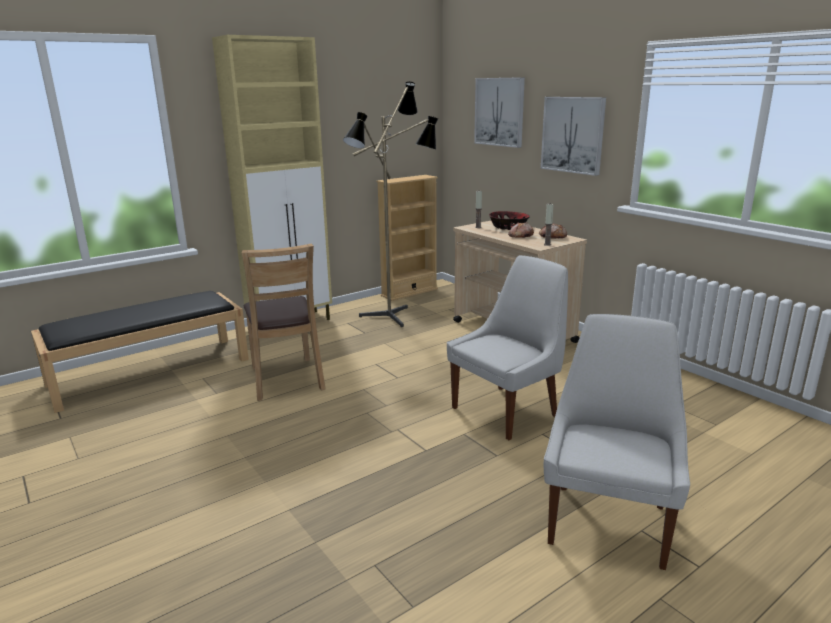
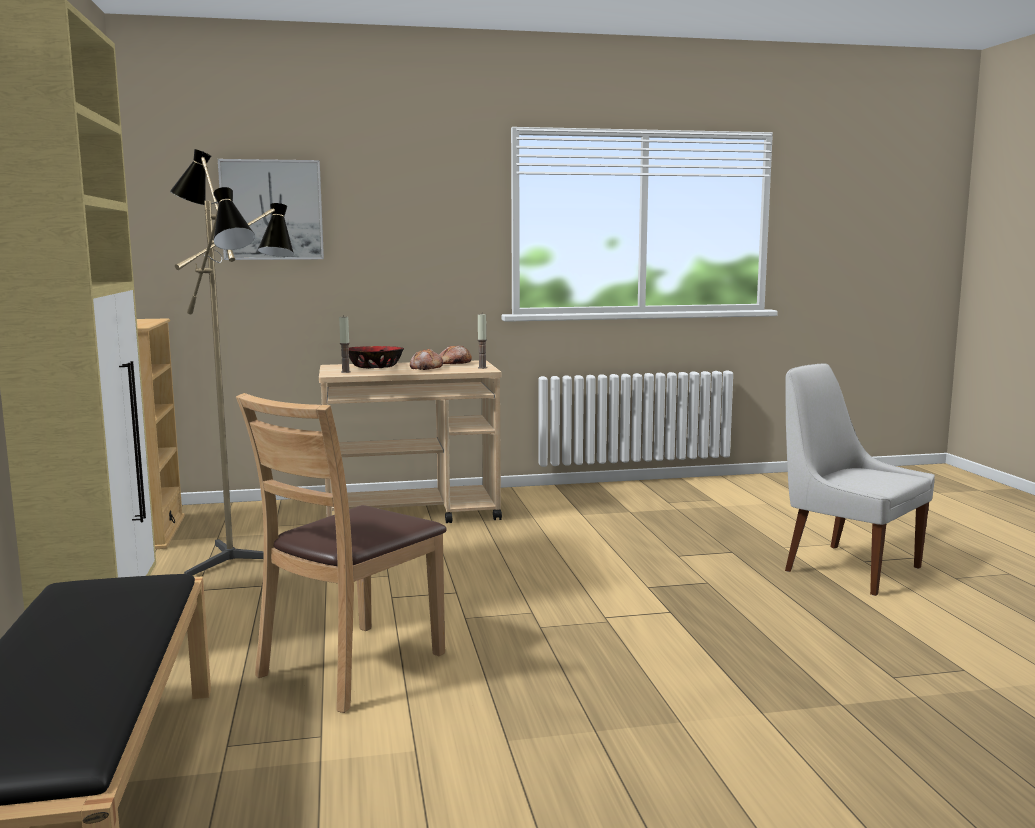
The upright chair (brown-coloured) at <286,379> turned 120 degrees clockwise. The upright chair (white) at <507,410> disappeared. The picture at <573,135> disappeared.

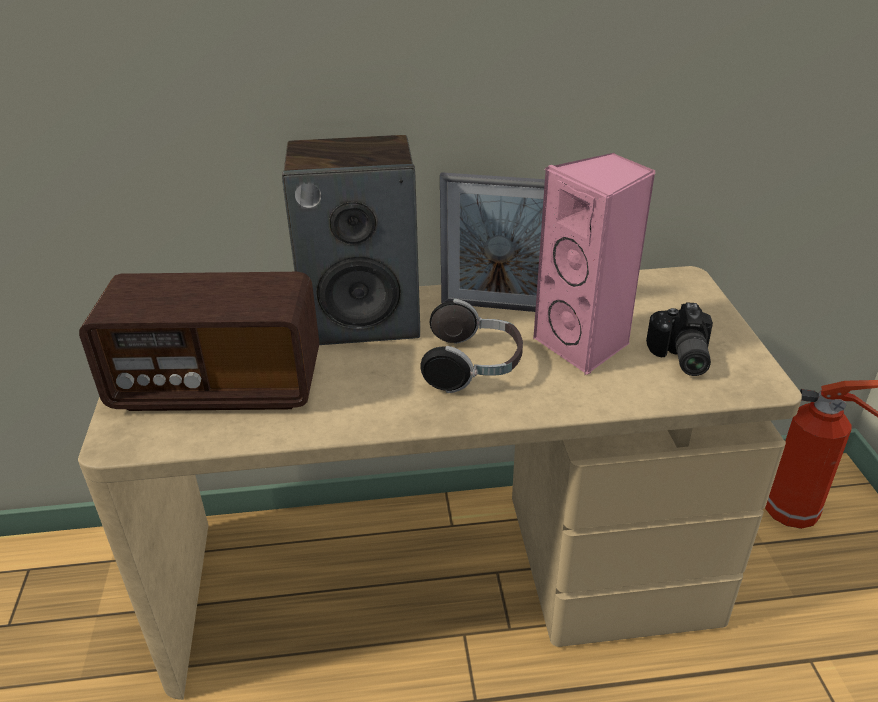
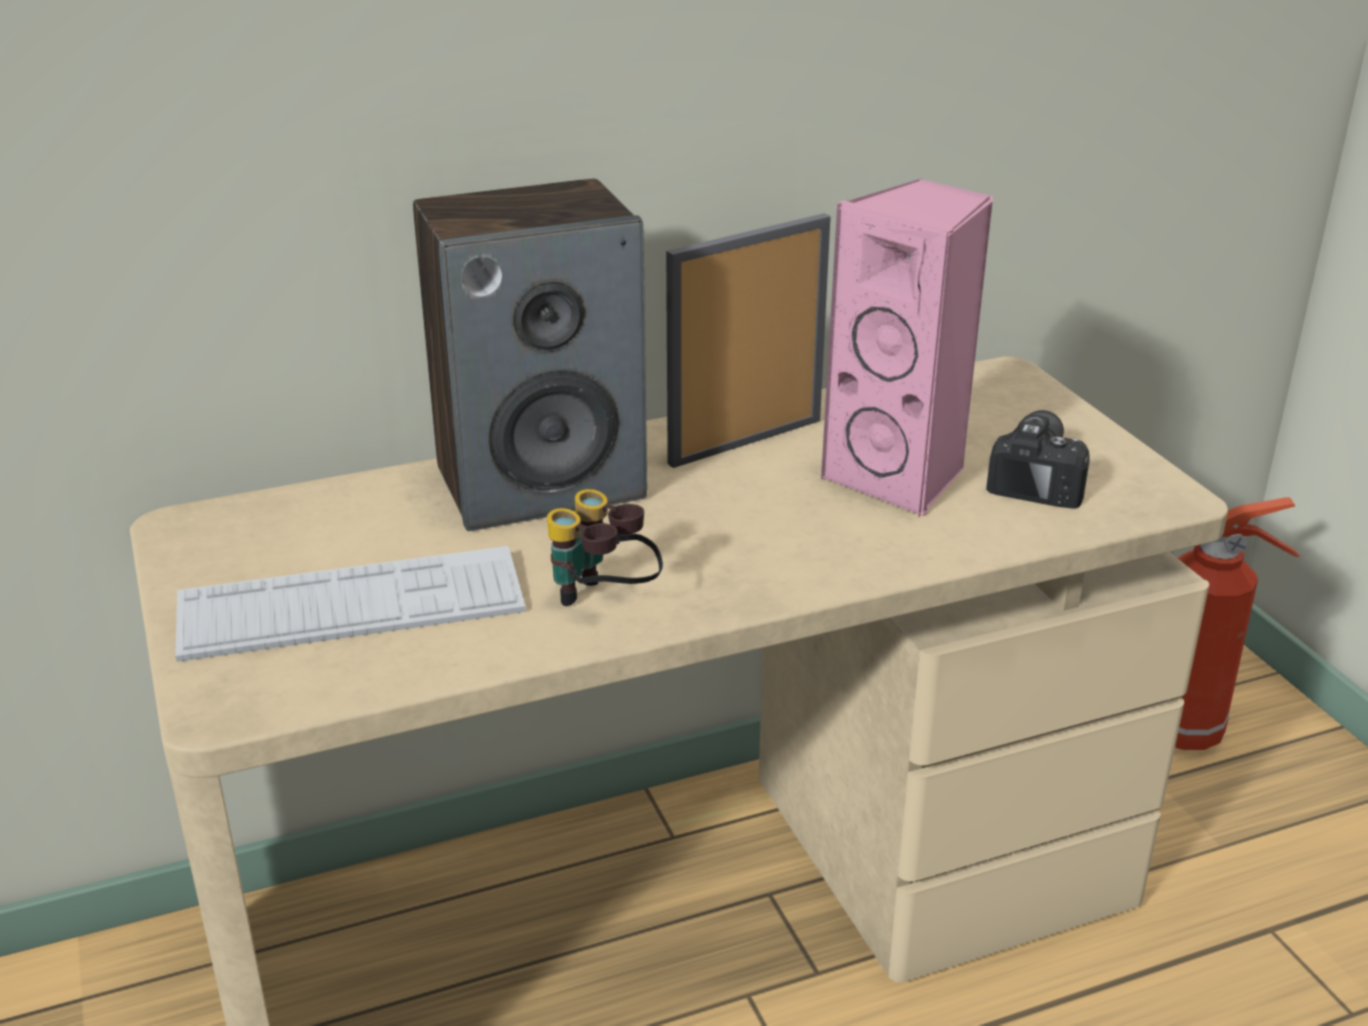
The radio at <218,386> was replaced by the PC keyboard at <351,606>. The headset at <473,366> disappeared. The photo frame at <497,306> turned 150 degrees clockwise. The still camera at <679,357> turned 150 degrees counterclockwise. The pair of binoculars at <603,603> appeared.

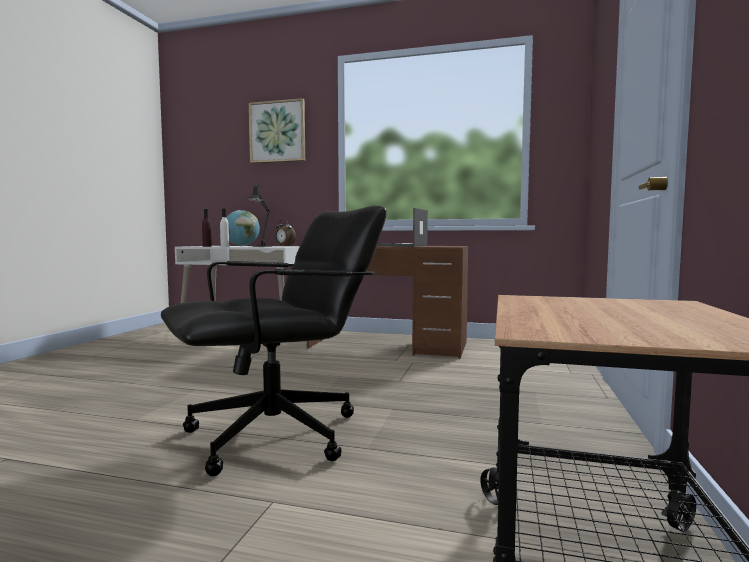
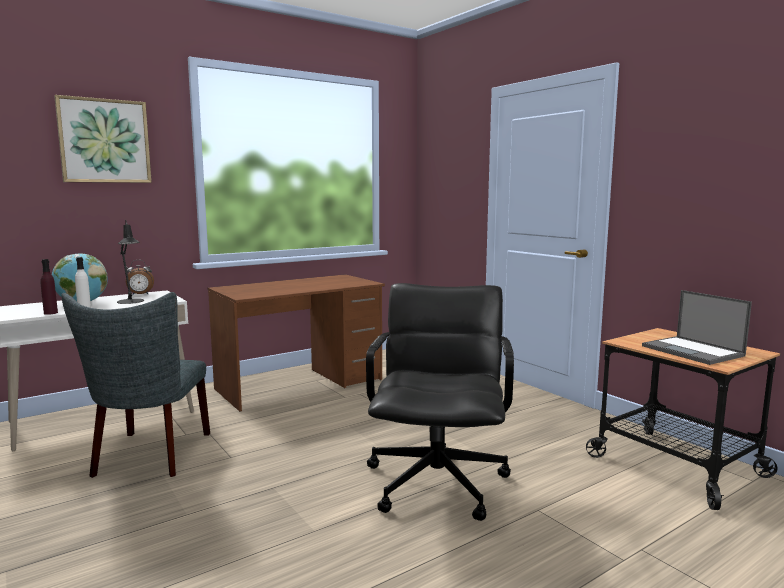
The laptop moved from <402,246> to <693,351>. The upright chair (gray) at <149,457> appeared.

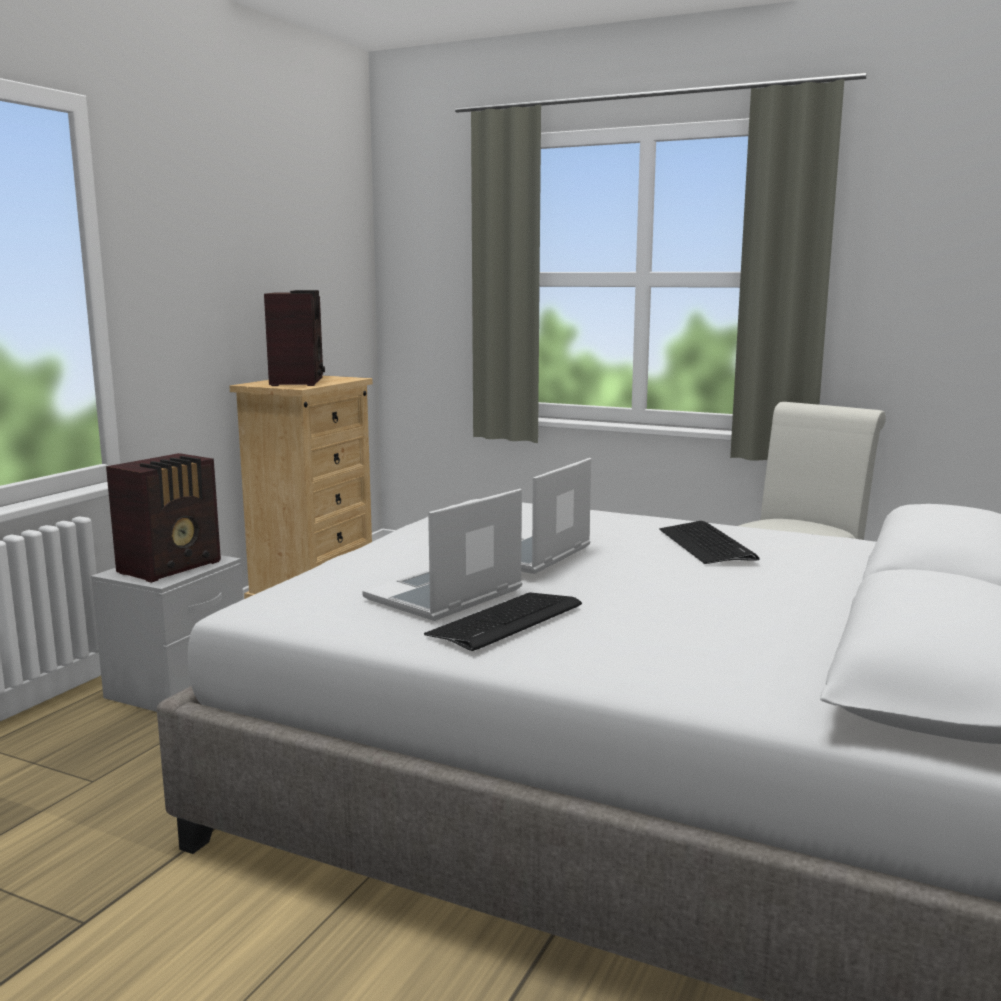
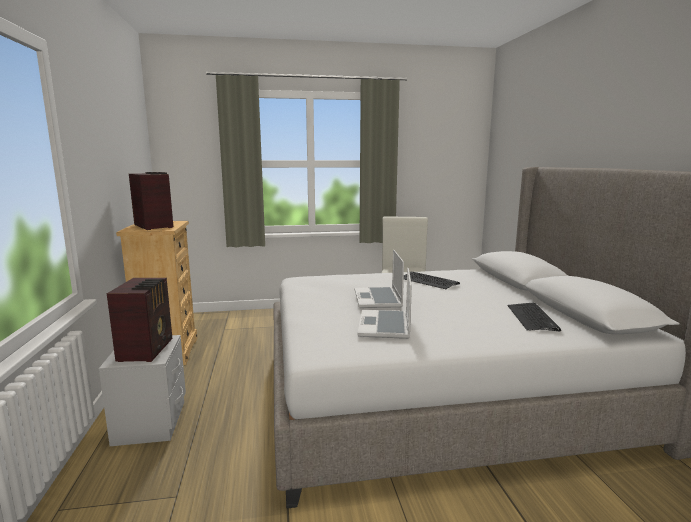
The PC keyboard moved from <506,622> to <532,318>.

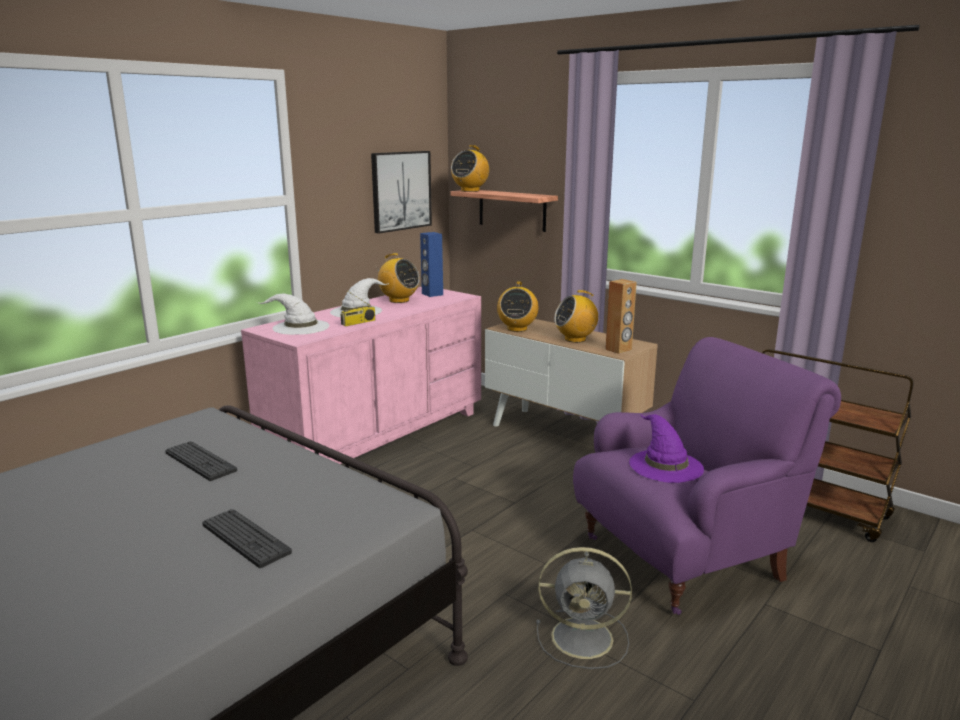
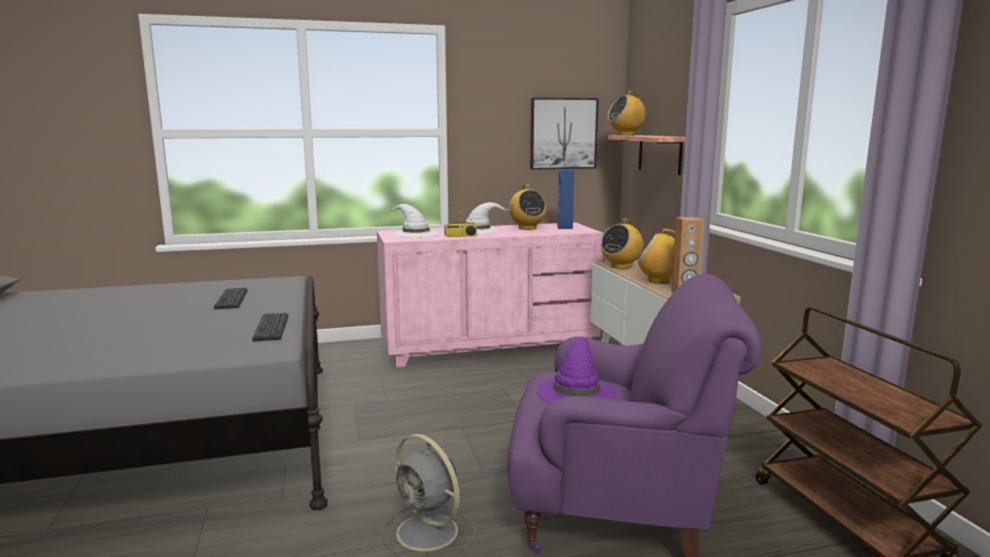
The PC keyboard moved from <245,538> to <271,328>.

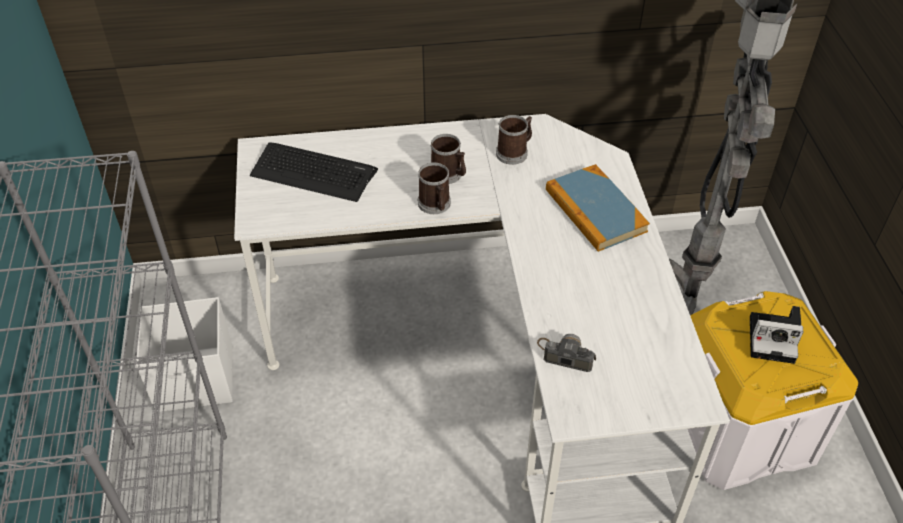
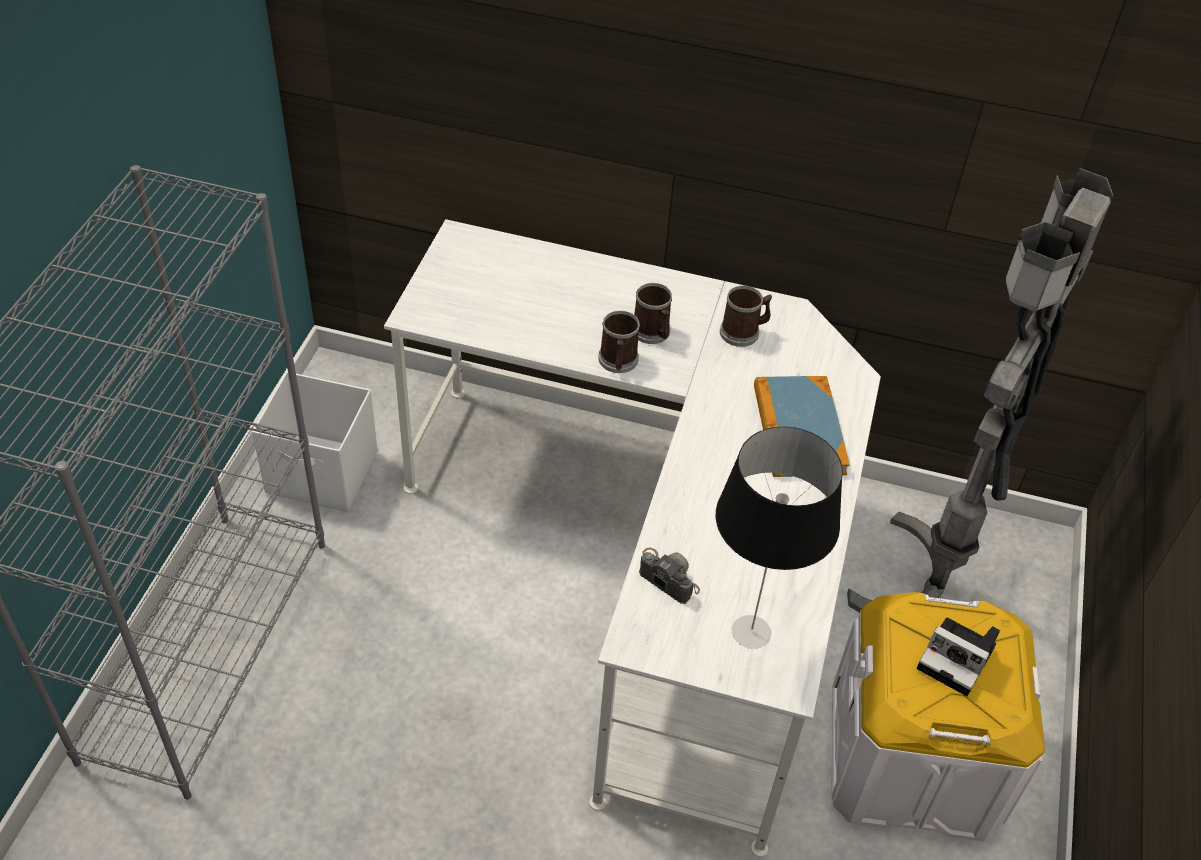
The PC keyboard at <313,172> disappeared. The lamp for a table at <749,631> appeared.

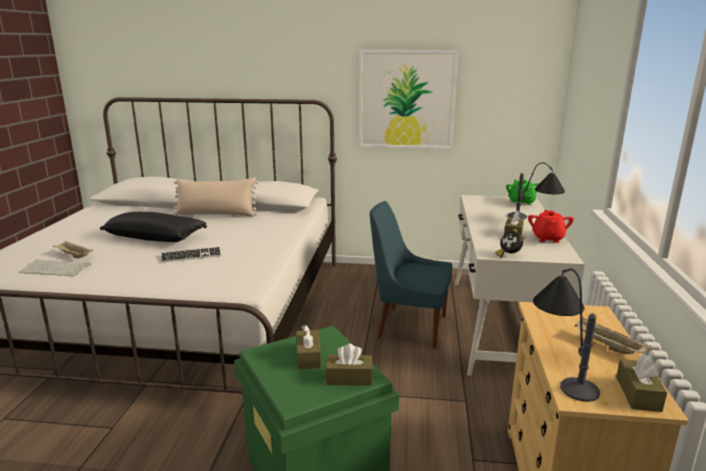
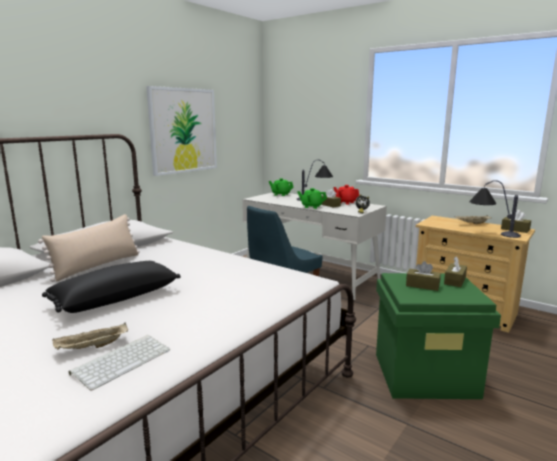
The PC keyboard at <191,256> disappeared. The teapot (green) at <311,207> appeared.

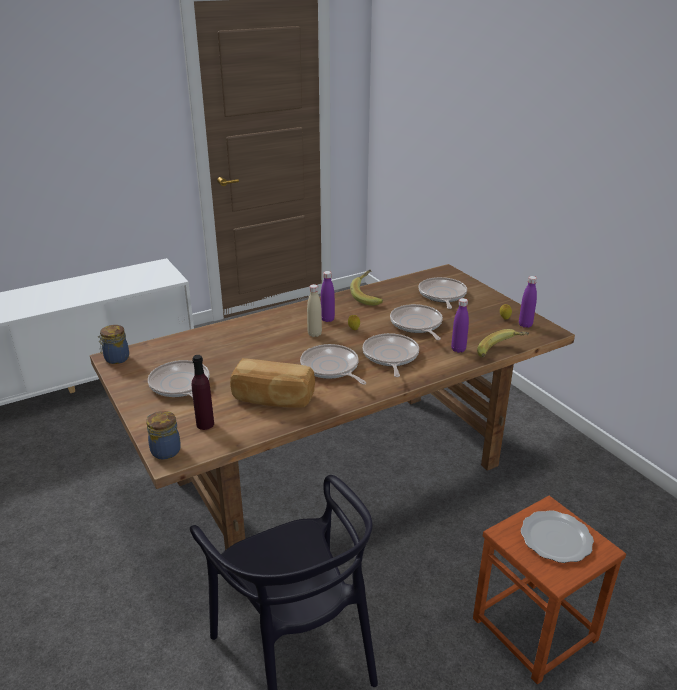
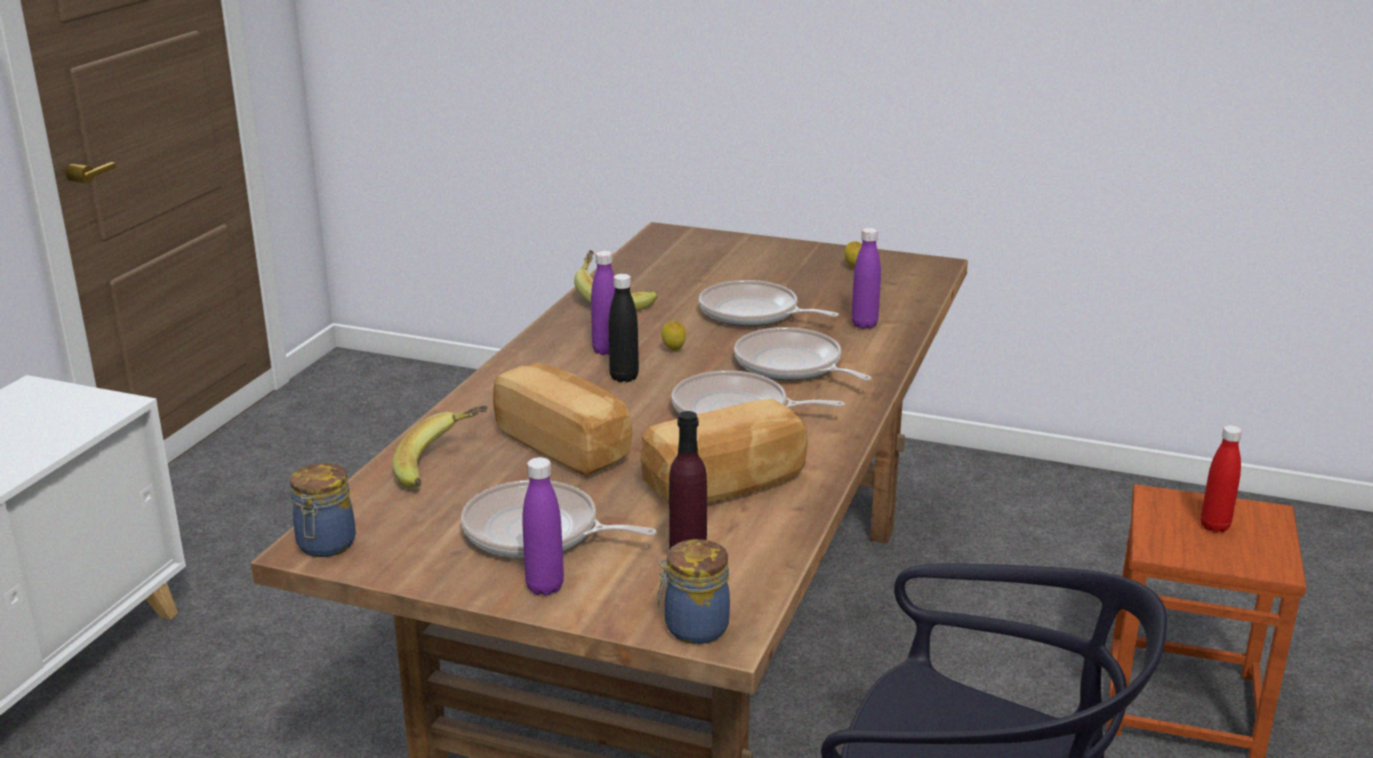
The drink bottle (sand-coloured) at <314,334> became the drink bottle (blackish) at <624,377>. The pan at <442,295> disappeared. The banana moved from <501,353> to <443,468>. The drink bottle (purple) moved from <525,325> to <545,587>. The dinner plate at <557,539> was replaced by the drink bottle (reddish) at <1214,526>. The bread at <565,445> appeared.

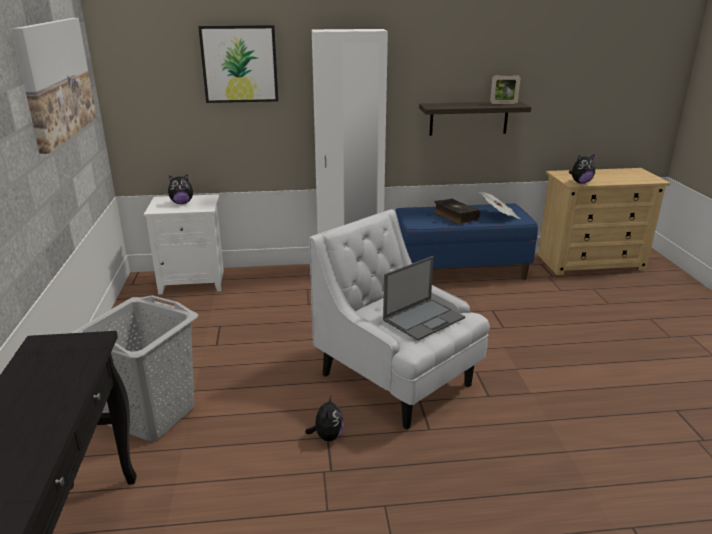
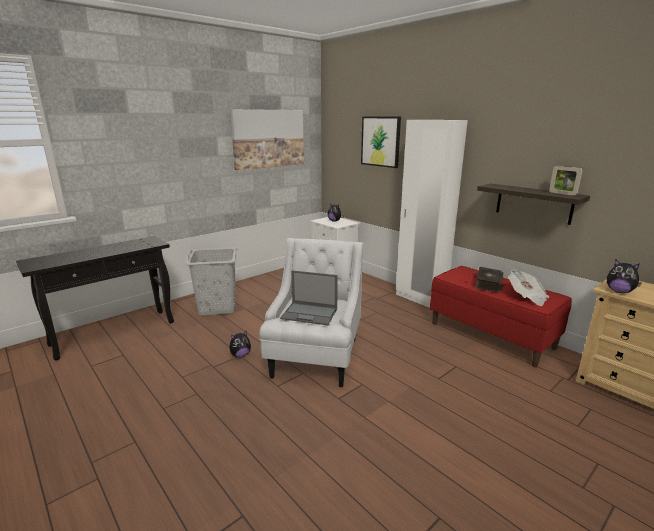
The bench (blue-coloured) at <460,270> became the bench (reddish) at <491,335>.

